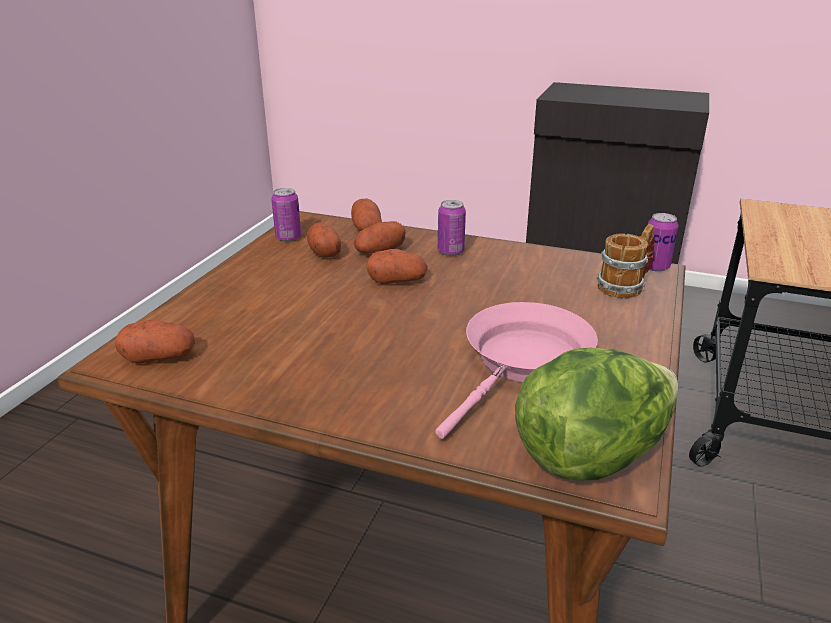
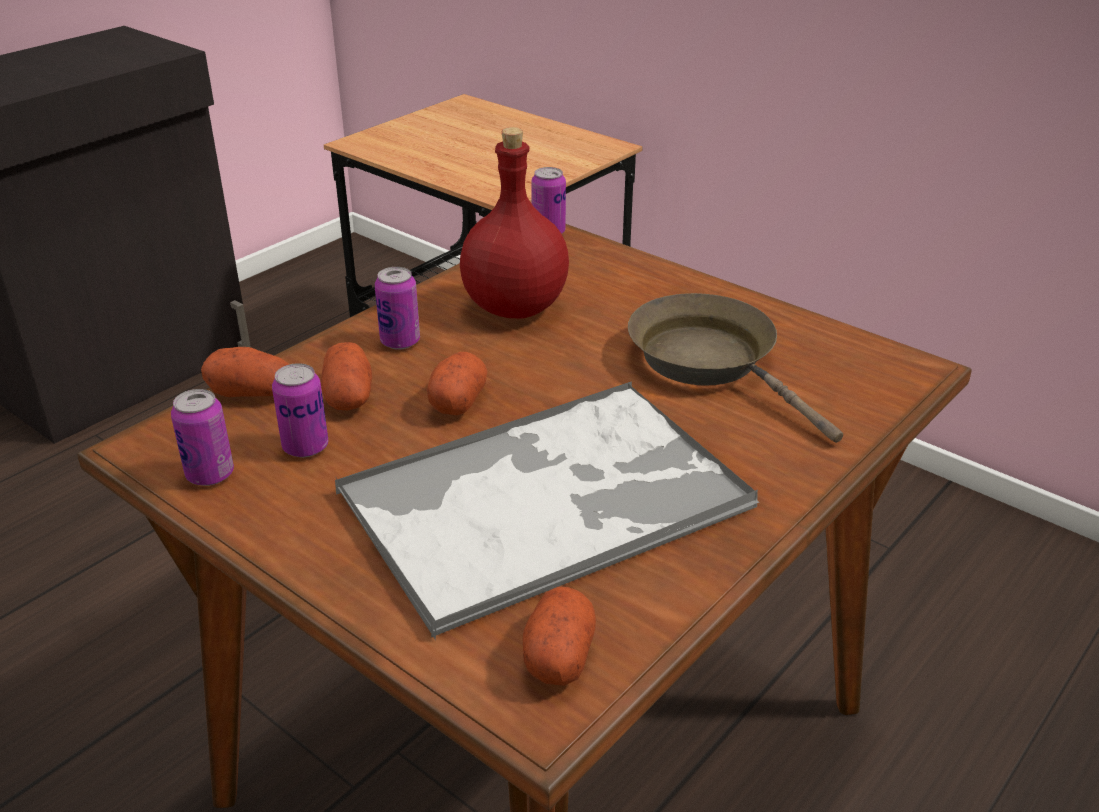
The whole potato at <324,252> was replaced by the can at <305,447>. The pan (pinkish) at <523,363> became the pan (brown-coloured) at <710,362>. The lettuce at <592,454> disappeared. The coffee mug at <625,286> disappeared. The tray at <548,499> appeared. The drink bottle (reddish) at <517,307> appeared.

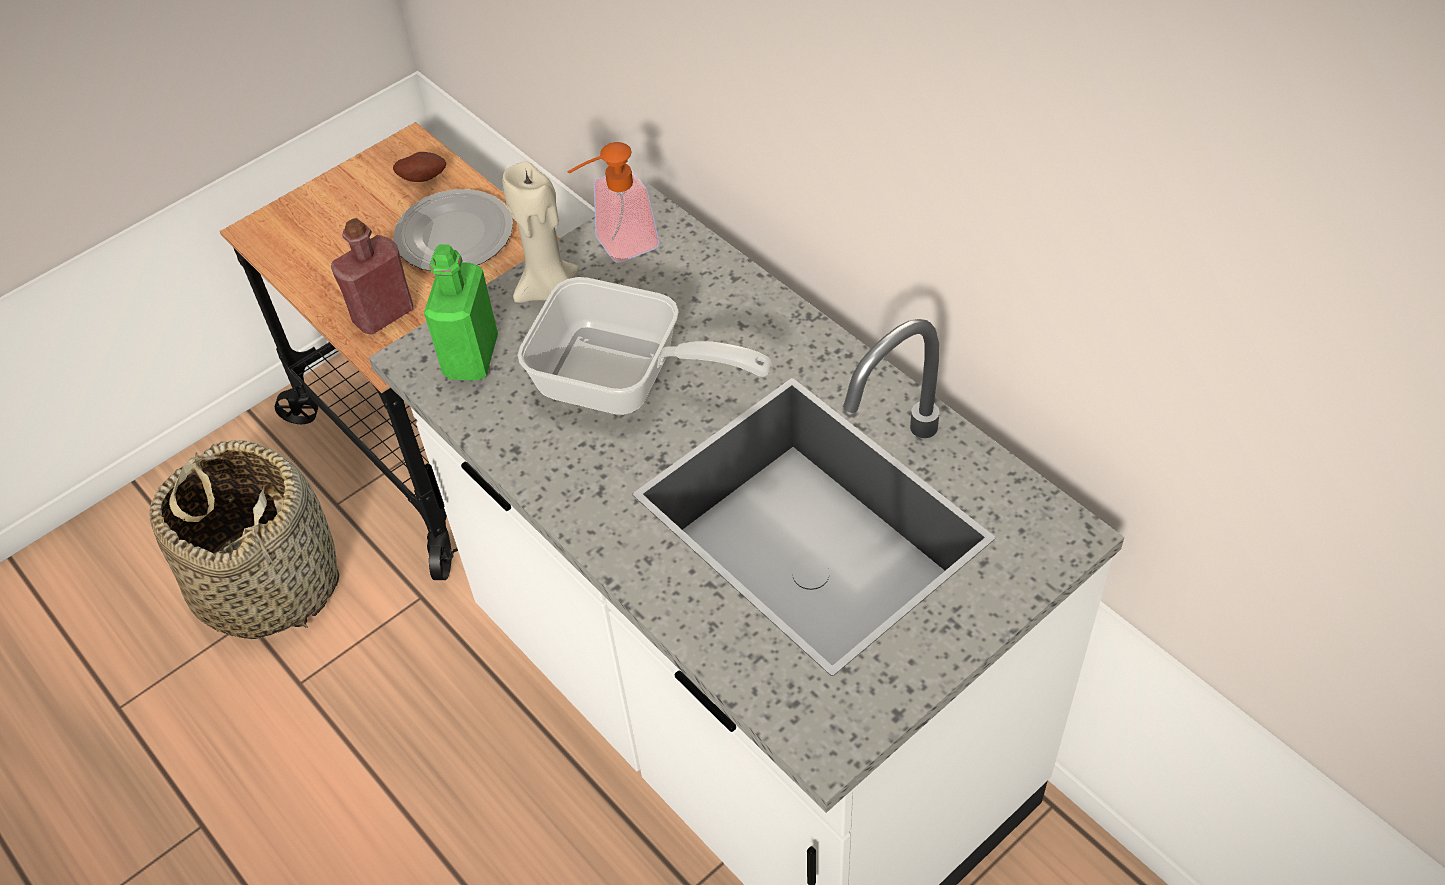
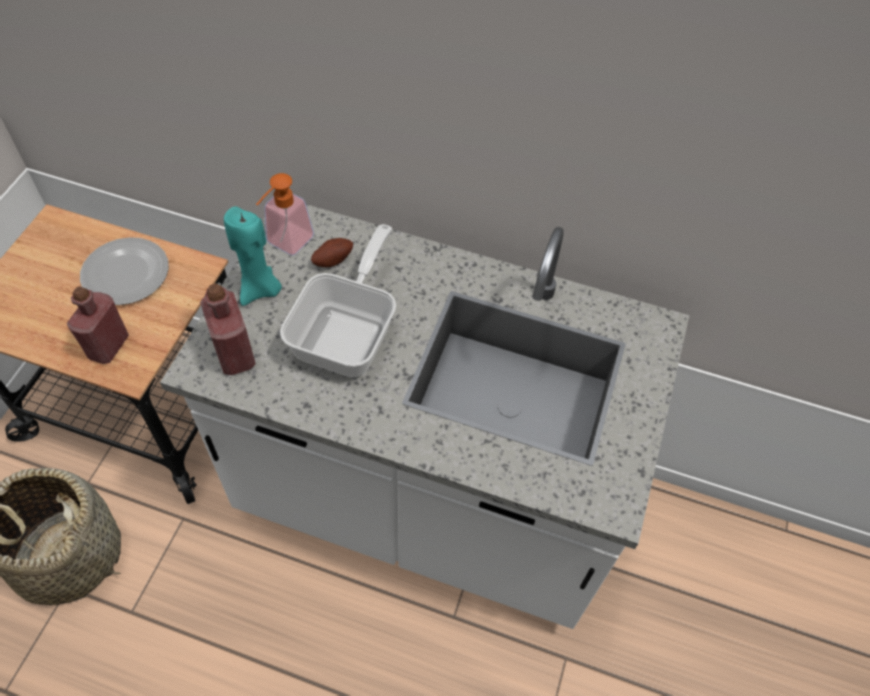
The whole potato moved from <423,177> to <332,259>. The drink bottle (green) at <471,357> became the drink bottle (reddish) at <234,354>. The candle (sand-coloured) at <550,291> became the candle (turquoise-coloured) at <260,290>. The pan at <625,381> turned 60 degrees counterclockwise.

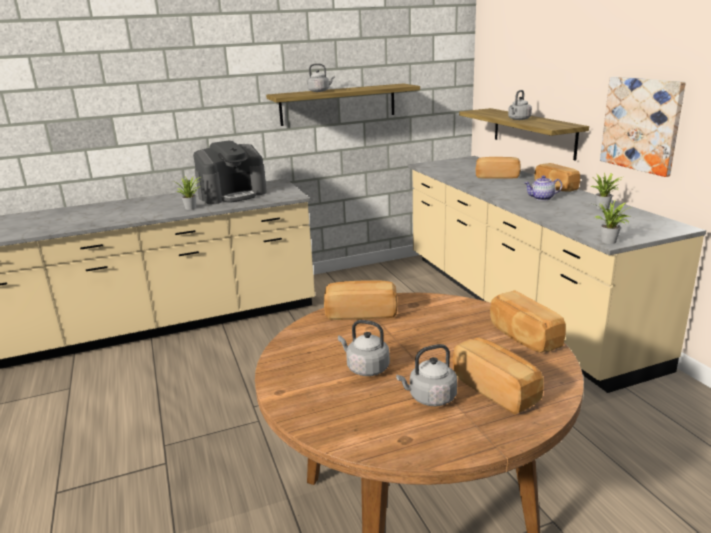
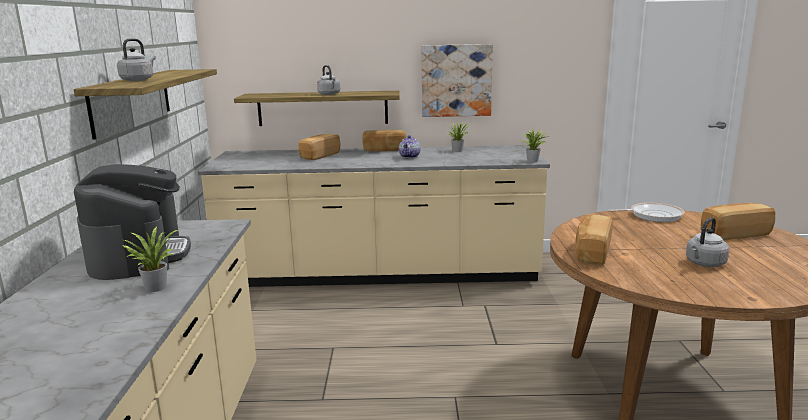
The tea kettle (gray) at <430,398> disappeared. The bread at <523,336> was replaced by the pan at <652,215>.

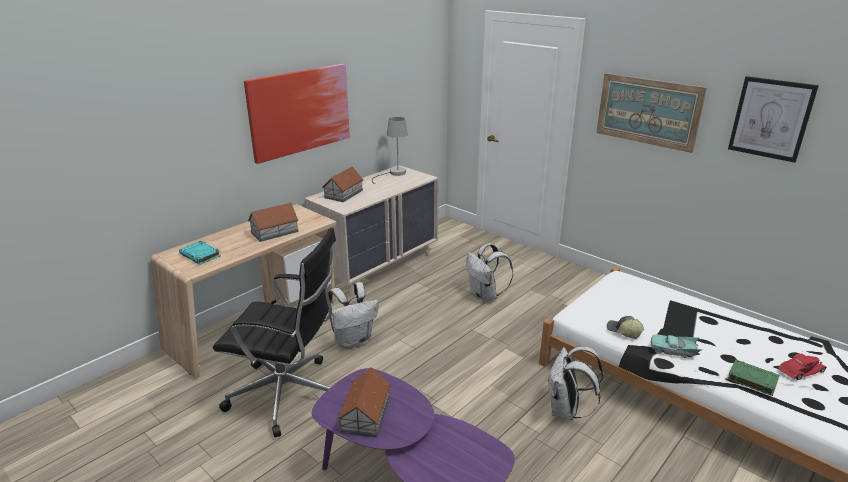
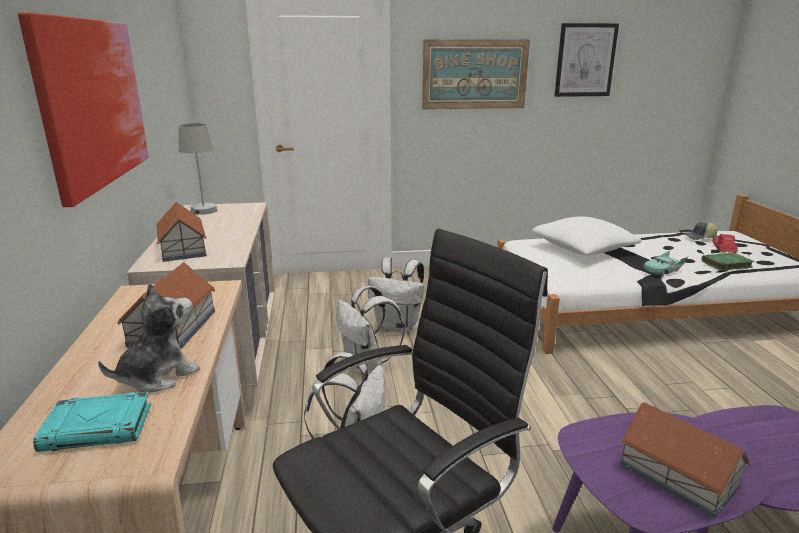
The knapsack (white) moved from <566,411> to <366,365>. The baseball cap moved from <623,331> to <699,237>. The cuddly toy at <158,376> appeared. The throw pillow (white) at <583,249> appeared.

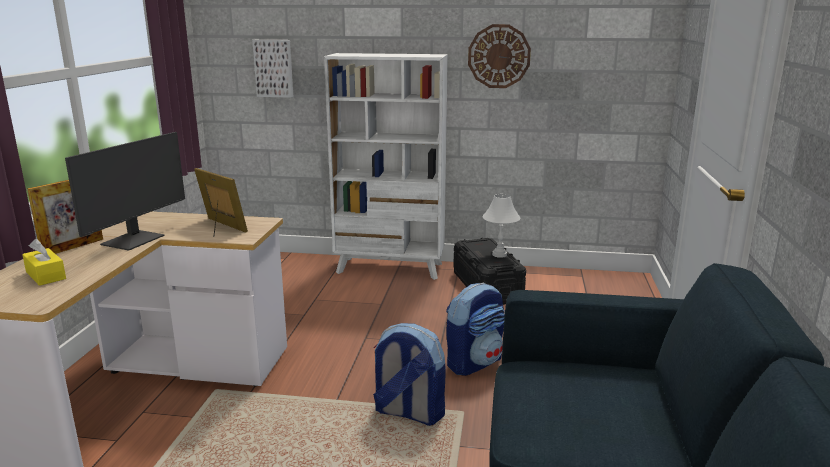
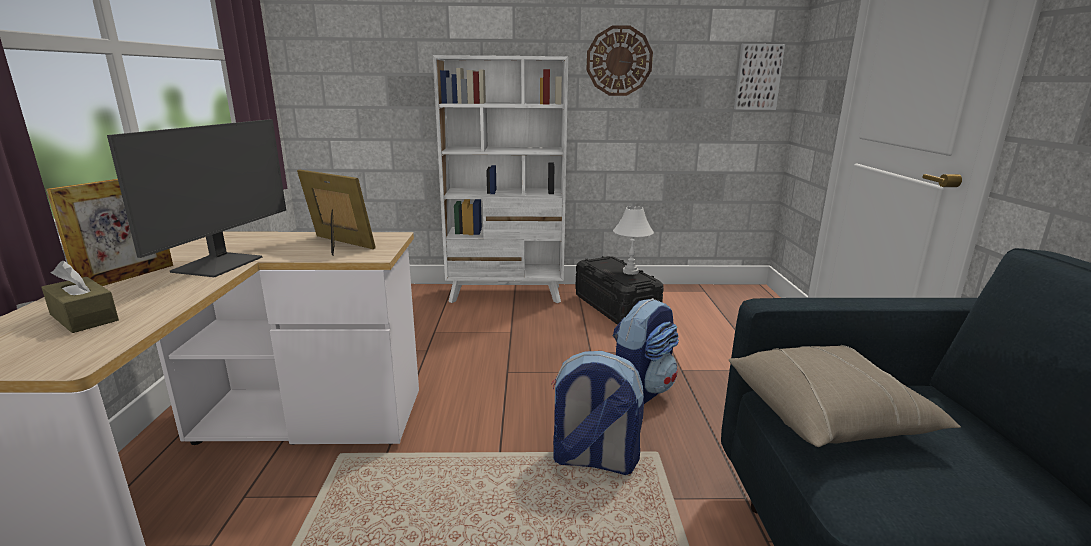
The box of tissues (yellow) at <46,275> became the box of tissues (brown-coloured) at <84,317>. The picture moved from <274,68> to <757,77>. The throw pillow (sand-coloured) at <827,415> appeared.

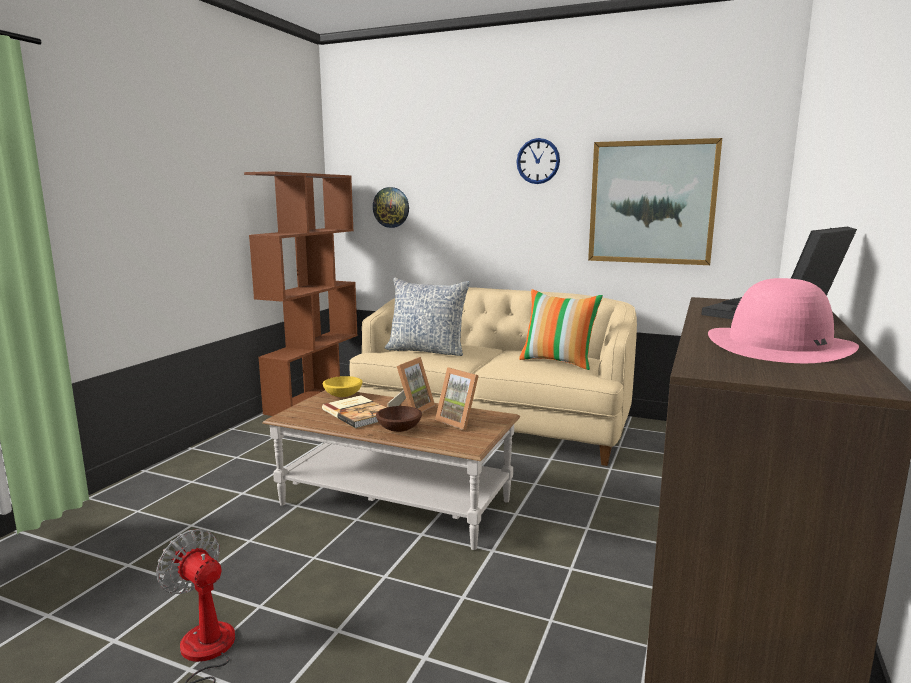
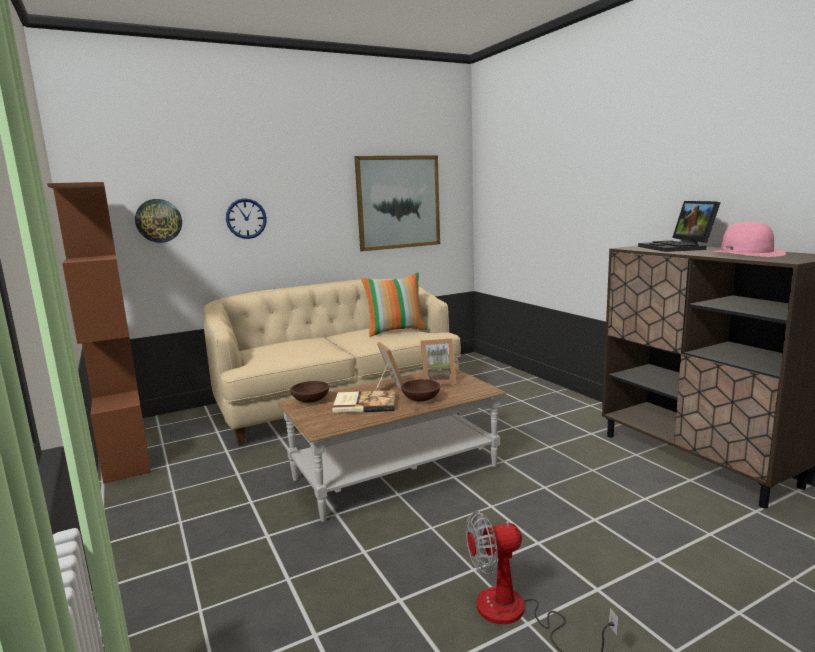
The deep dish (yellow) at <343,395> became the deep dish (brown-coloured) at <311,400>. The throw pillow at <427,350> disappeared. The hanging clock moved from <538,161> to <246,218>.

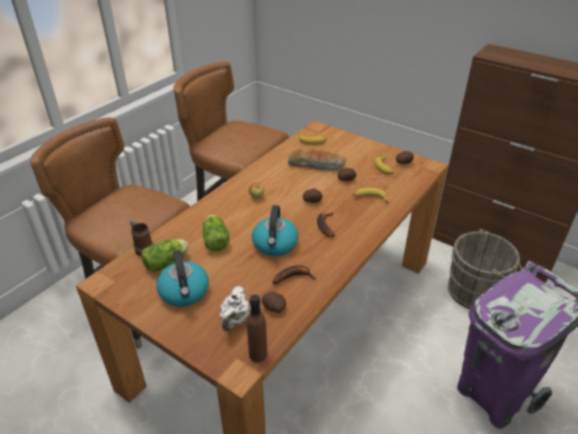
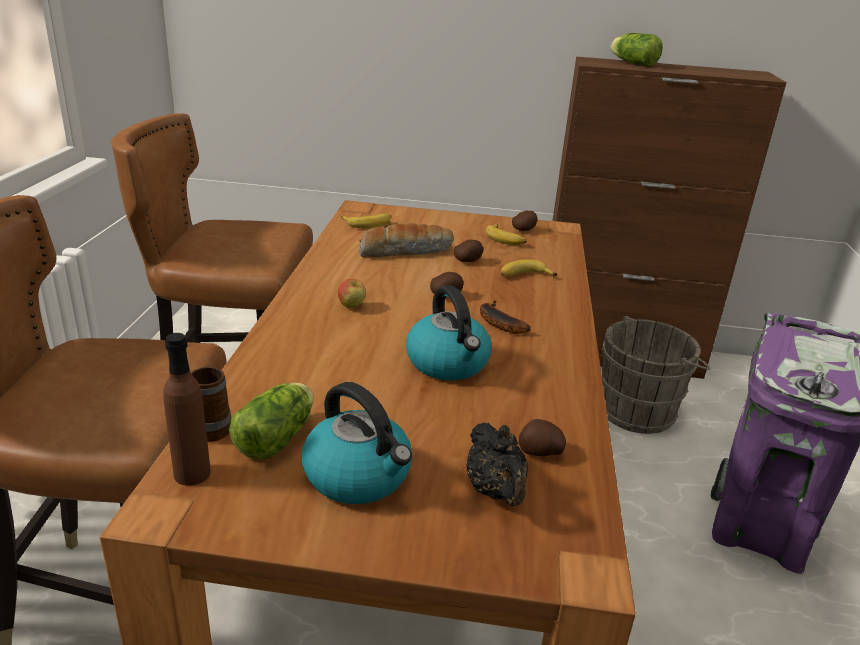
The lettuce moved from <215,240> to <632,63>. The teapot (white) at <235,320> became the teapot (blackish) at <496,491>. The drink bottle (brown-coloured) moved from <258,354> to <192,473>. The banana at <293,276> disappeared.

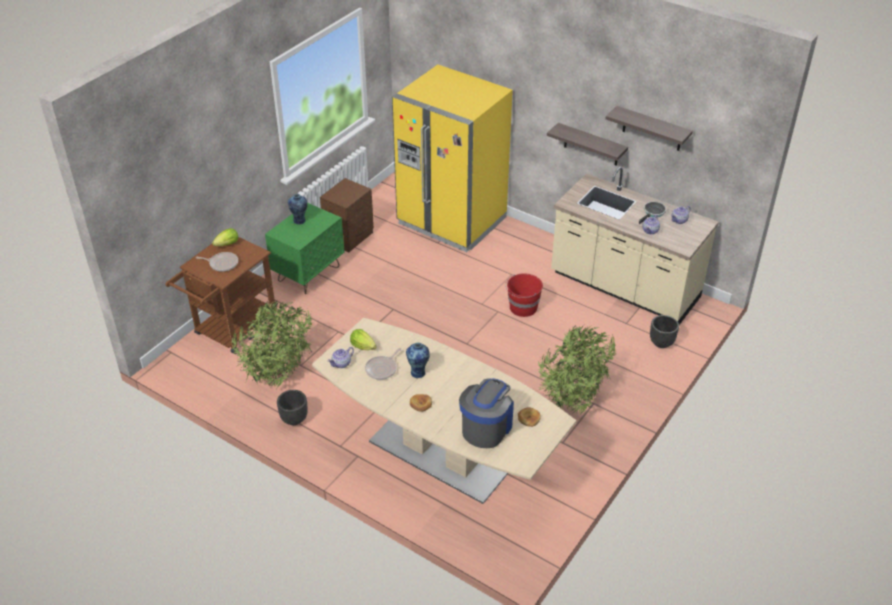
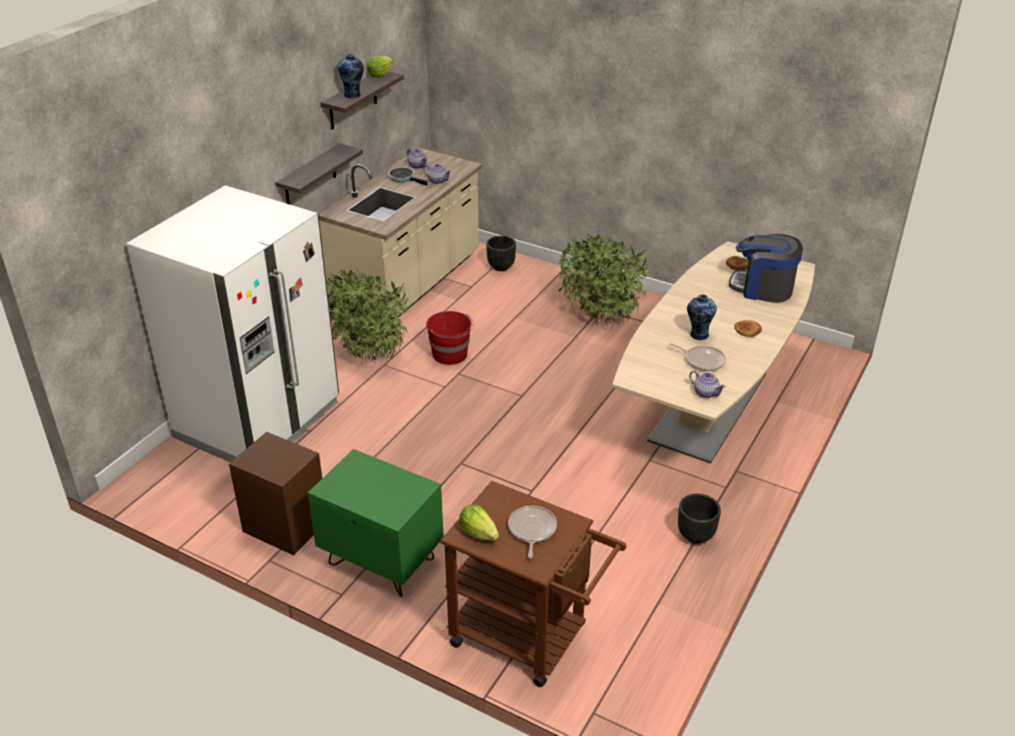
The potted plant moved from <279,375> to <367,357>. The flower vase moved from <299,221> to <353,95>. The lettuce moved from <363,346> to <380,75>. The kitchen fridge (yellow) at <451,221> became the kitchen fridge (white) at <258,420>.

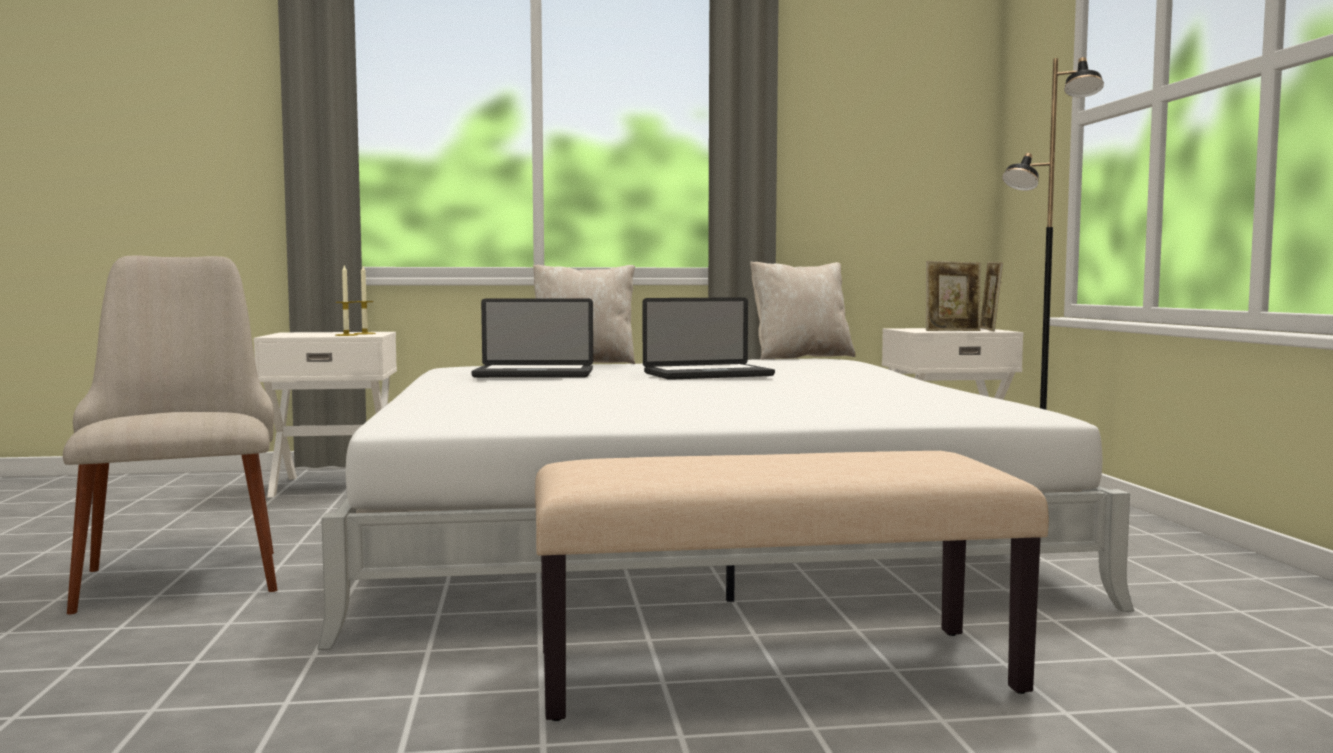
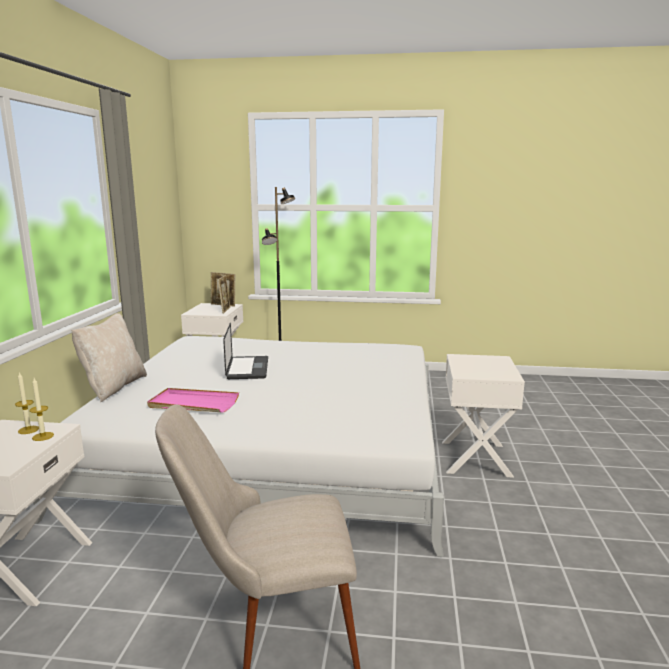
The laptop at <534,374> was replaced by the tray (pinkish) at <193,404>. The bench (sand-coloured) at <775,671> was replaced by the bedside table (white) at <474,458>. The throw pillow (sand-coloured) at <800,357> disappeared.

